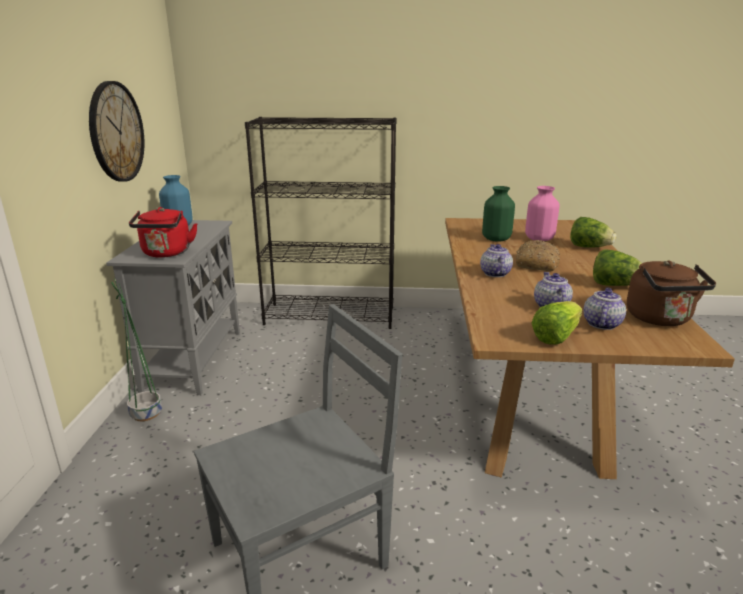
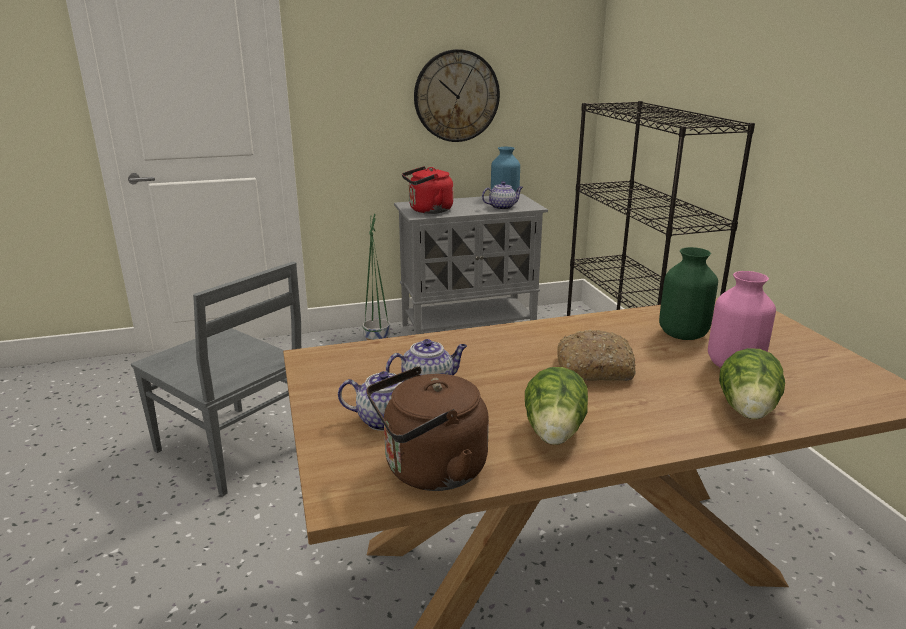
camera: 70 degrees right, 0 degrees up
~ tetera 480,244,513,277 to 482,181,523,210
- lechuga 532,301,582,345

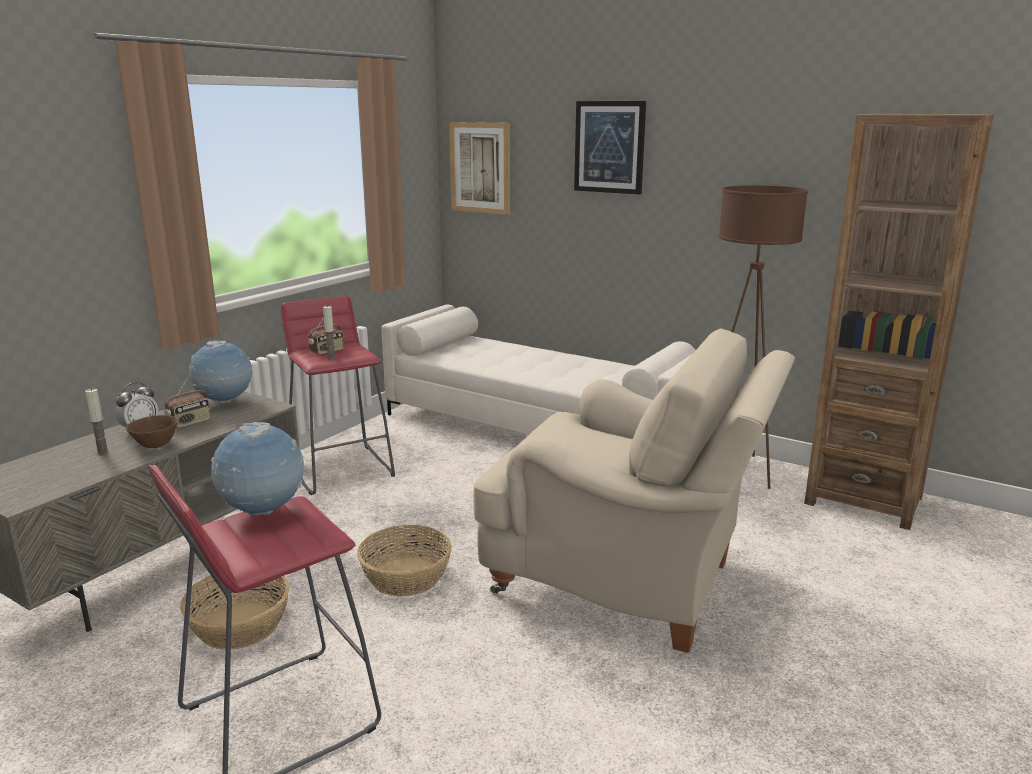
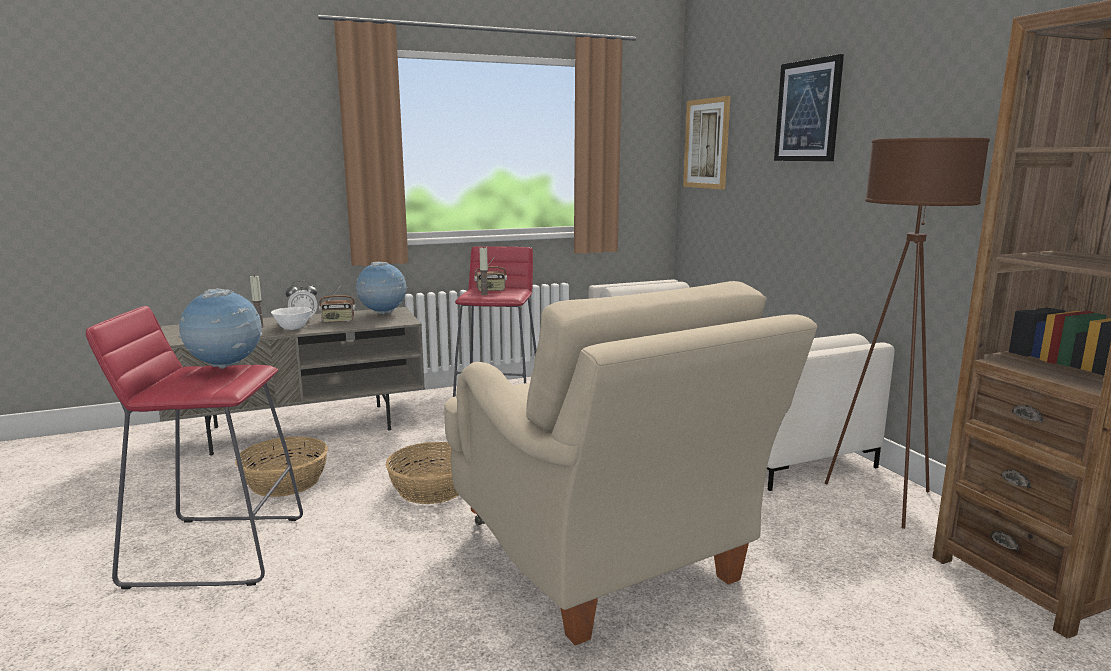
camera: 35 degrees right, 5 degrees down
~ cuenco/marrón 126,415,178,448 to cuenco/blanco 271,307,312,330

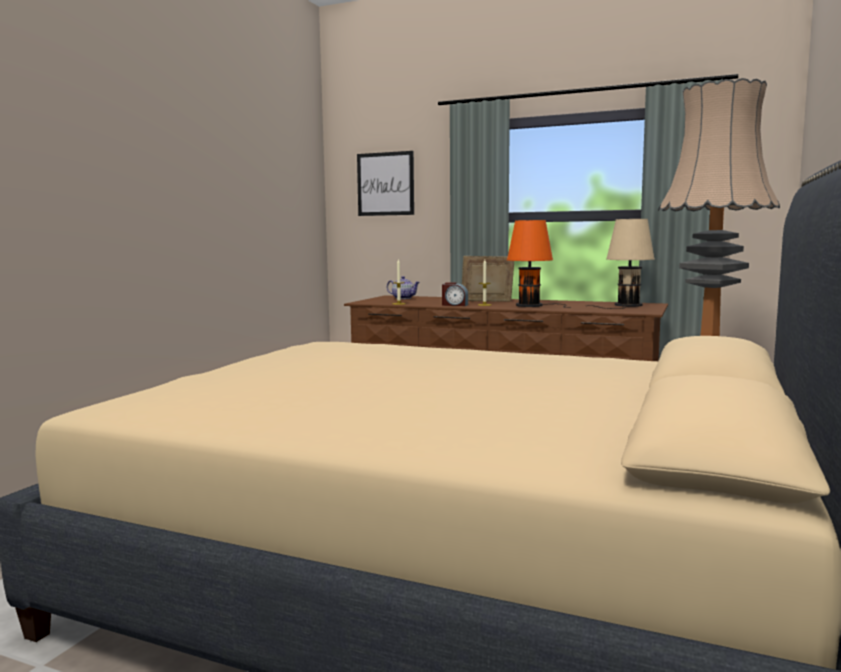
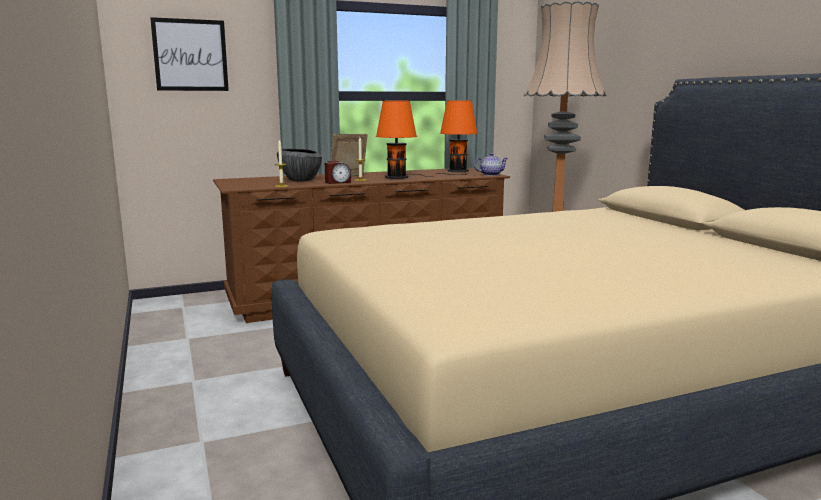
camera: 45 degrees left, 5 degrees up
~ lámpara de mesa/beis 587,219,655,309 to lámpara de mesa/naranja 436,100,478,175
~ tetera 387,276,420,299 to 474,153,508,176
+ cuenco 277,149,322,181

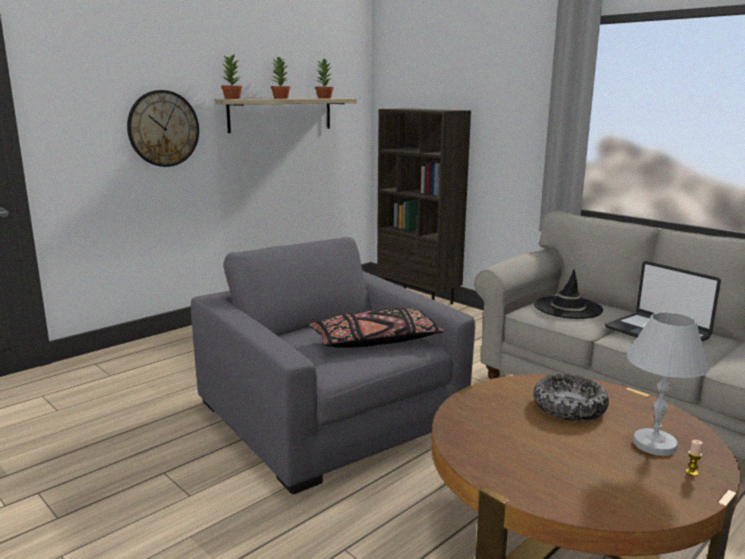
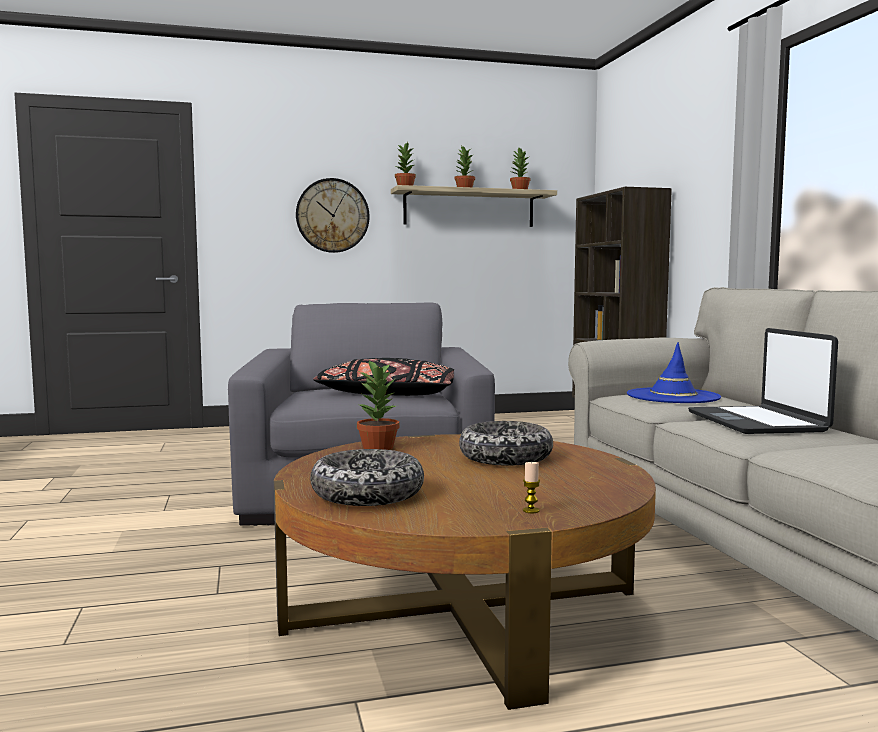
camera: 30 degrees right, 10 degrees down
~ sombrero/negro 534,269,603,319 to sombrero/azul 627,342,721,403
- lámpara de mesa/blanco 627,312,709,456
+ planta en maceta 357,360,399,450
+ cuenco 310,449,424,506

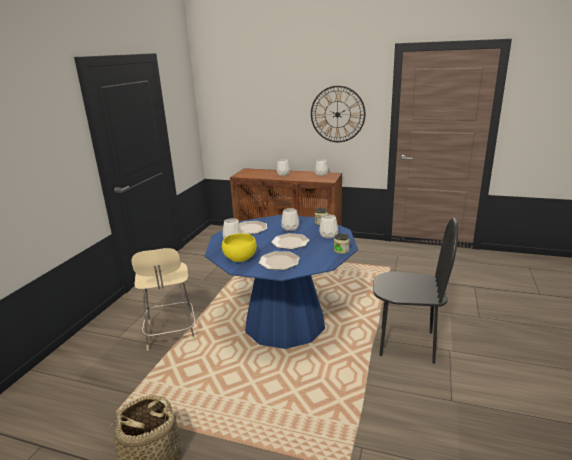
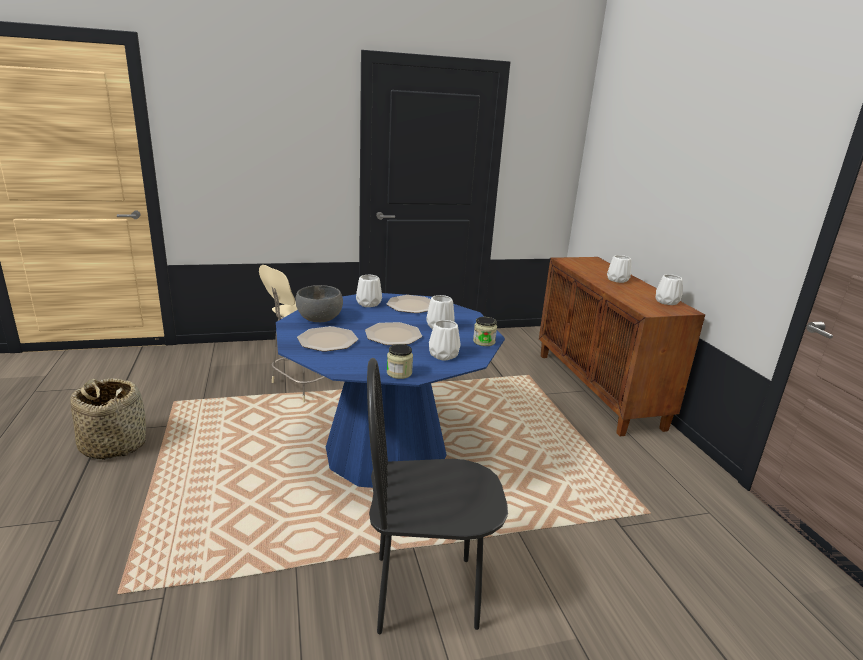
camera: 55 degrees right, 0 degrees up
- reloj de pared 311,86,366,142
~ silla/negro 373,217,458,364 = 367,358,508,634 105 degrees clockwise
~ cuenco/amarillo 222,233,257,262 to cuenco/gris 295,285,343,322

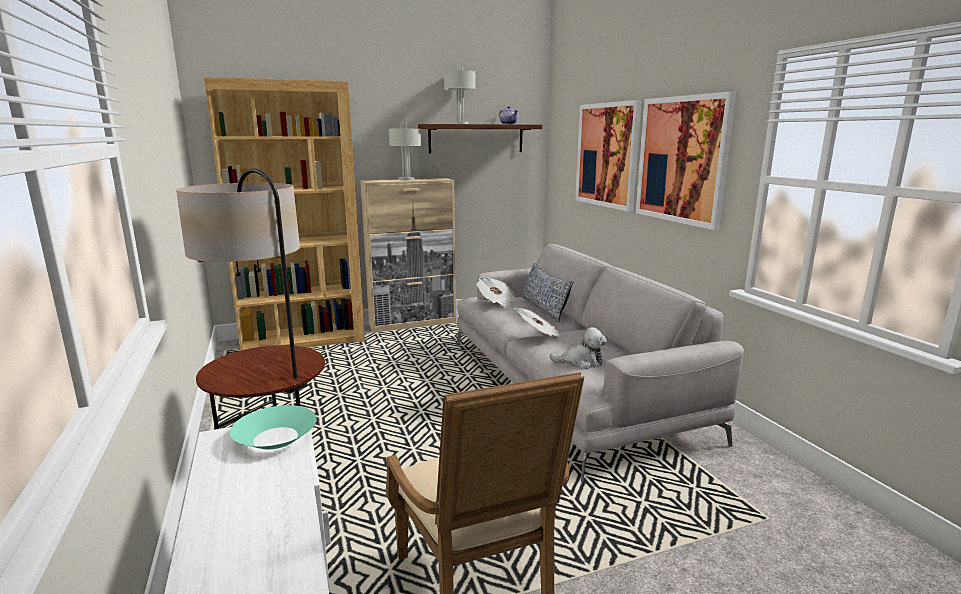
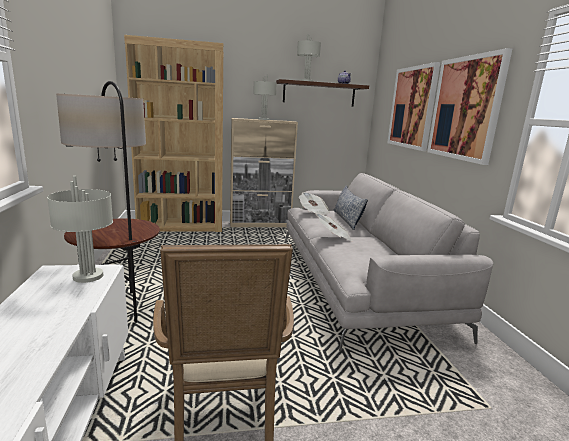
camera: 10 degrees right, 0 degrees up
- peluche 550,327,607,369
~ cuenco/turquesa 230,405,316,450 to lámpara de mesa/gris 47,176,113,283

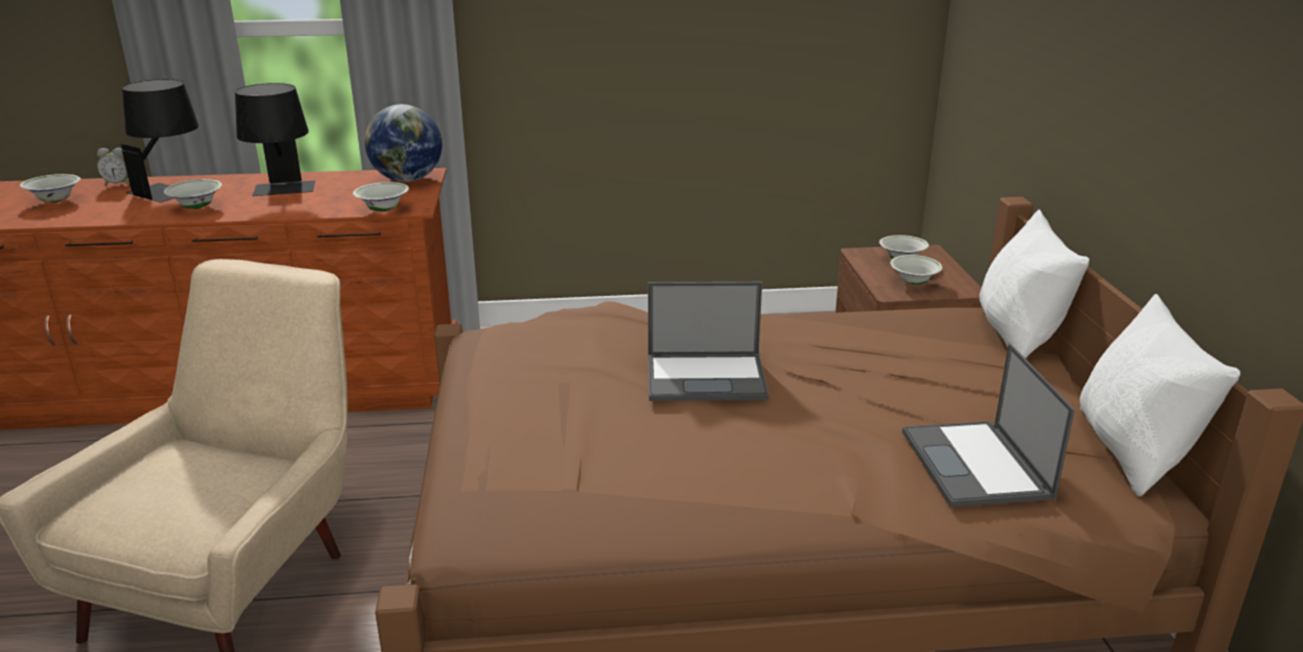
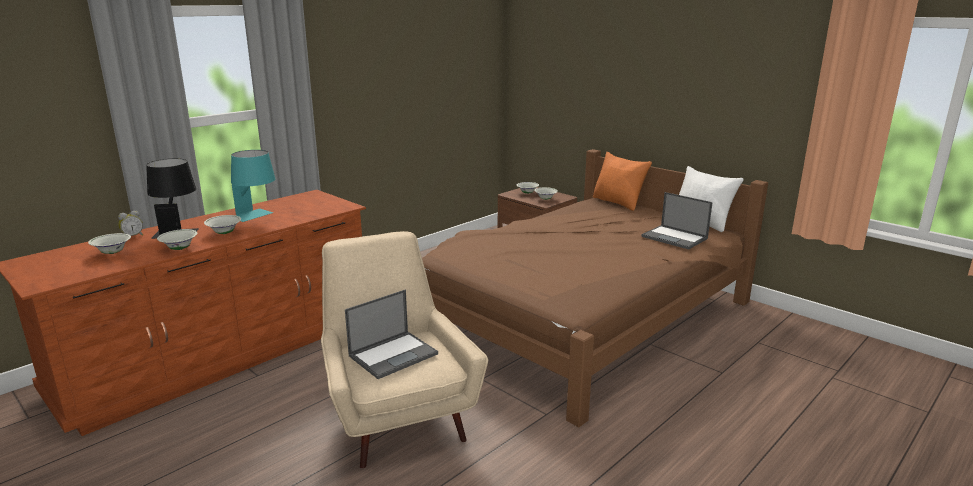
camera: 40 degrees left, 5 degrees down
~ lámpara de mesa/negro 235,83,315,196 to lámpara de mesa/turquesa 231,150,275,222
- globo terráqueo 365,104,442,182
~ cuenco/blanco 353,182,409,212 to 157,229,197,250
~ cojín/blanco 979,210,1089,358 to cojín/naranja 593,152,652,211
~ portátil 648,282,769,401 to 345,290,438,379

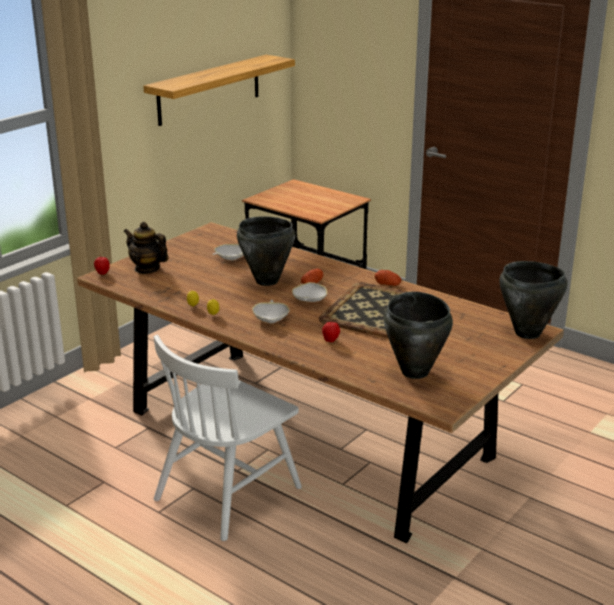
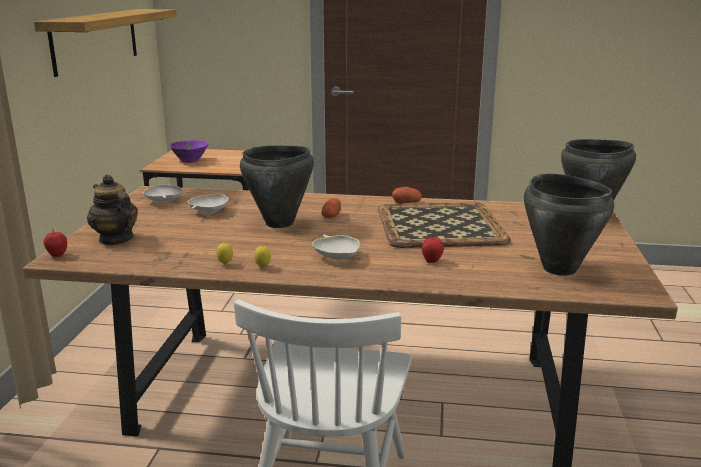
camera: 30 degrees left, 5 degrees down
~ tetera 124,222,169,274 = 87,174,138,245 45 degrees clockwise
~ cuenco/blanco 292,282,327,302 to 143,184,183,203
+ cuenco/morado 170,140,208,163

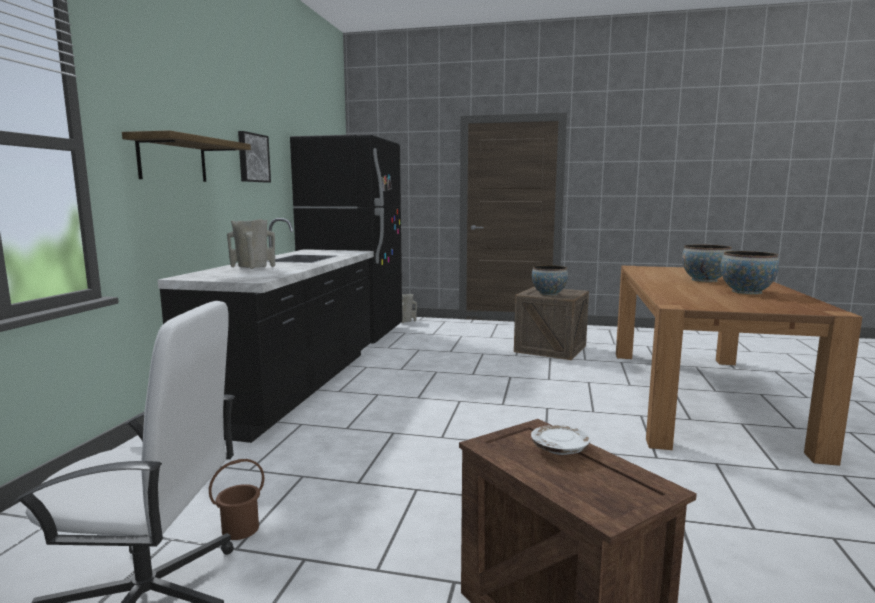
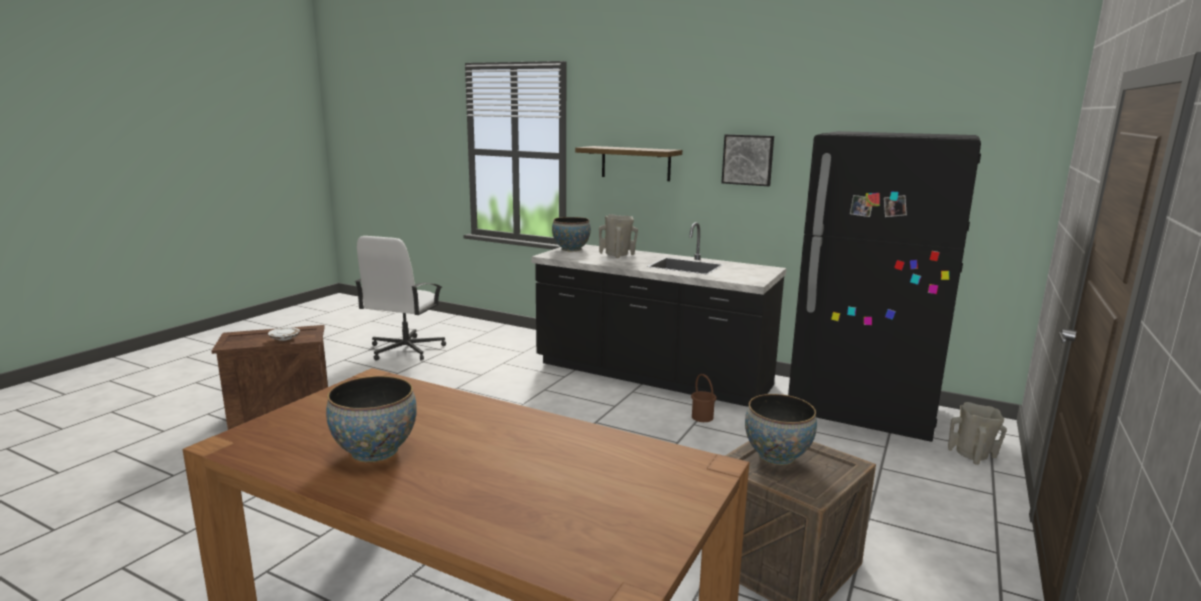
camera: 105 degrees right, 5 degrees up
~ cuenco 682,245,732,282 to 552,217,591,251
~ cubo/marrón 209,459,264,540 to 691,374,717,422

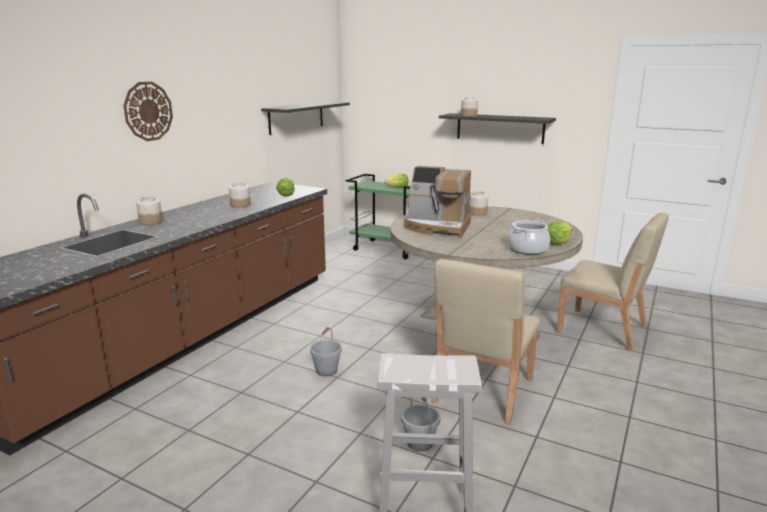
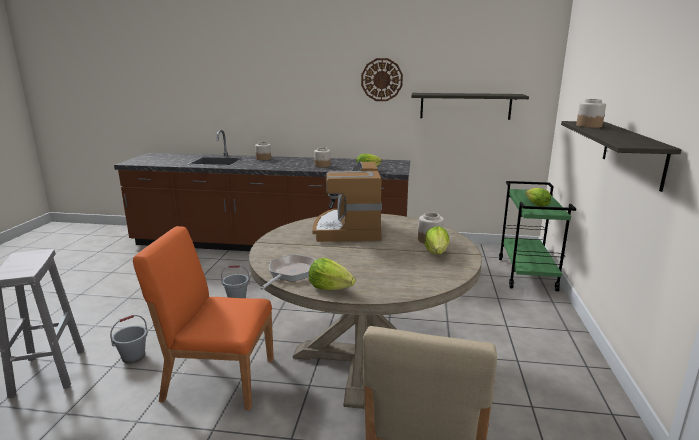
camera: 70 degrees right, 0 degrees up
~ reloj de pared 123,82,173,141 to 361,58,403,101
~ olla 507,220,550,255 to sartén 260,254,316,290
~ silla/beis 431,259,540,425 to silla/naranja 133,226,274,410
+ lechuga 424,226,449,255

